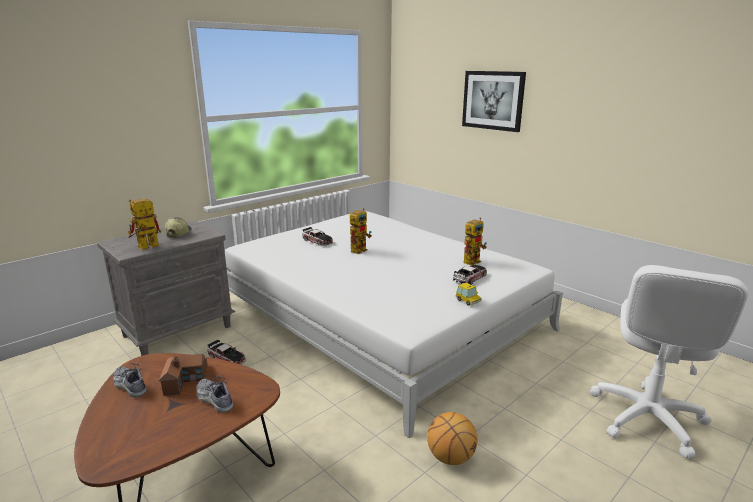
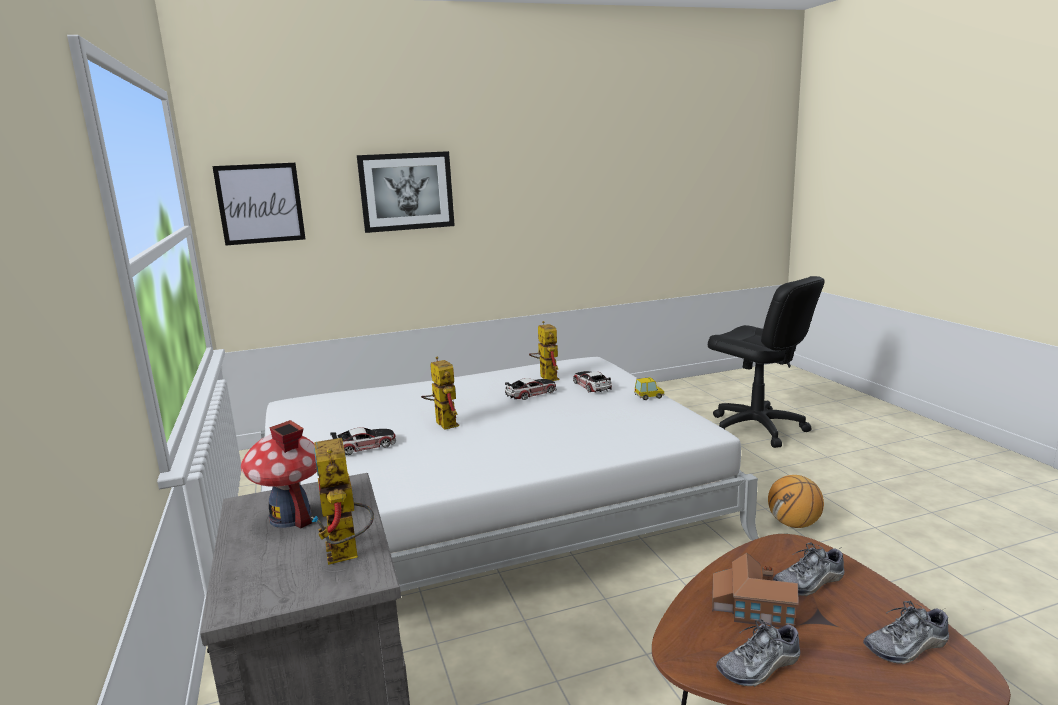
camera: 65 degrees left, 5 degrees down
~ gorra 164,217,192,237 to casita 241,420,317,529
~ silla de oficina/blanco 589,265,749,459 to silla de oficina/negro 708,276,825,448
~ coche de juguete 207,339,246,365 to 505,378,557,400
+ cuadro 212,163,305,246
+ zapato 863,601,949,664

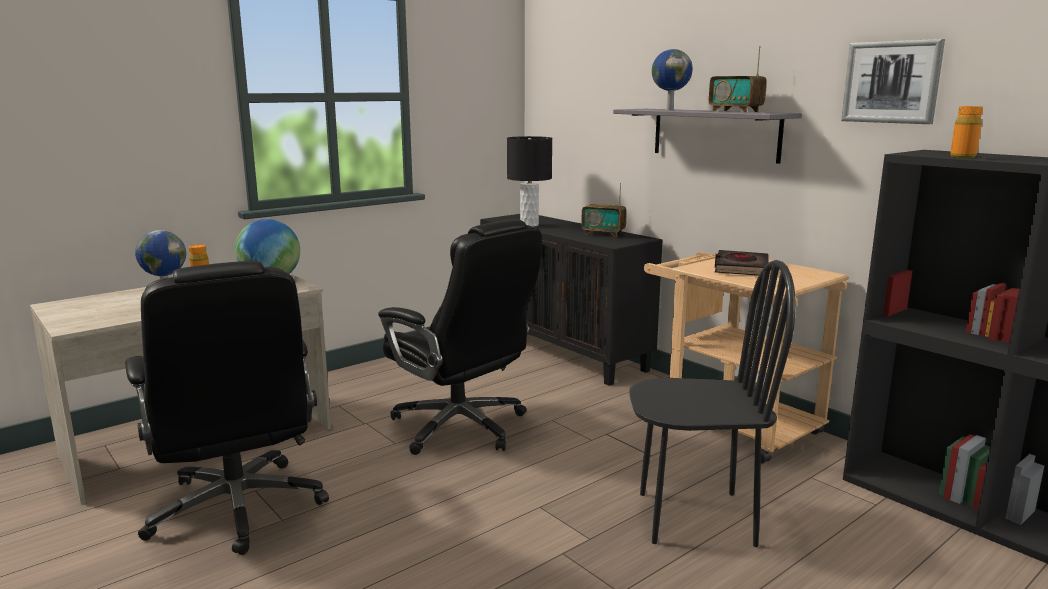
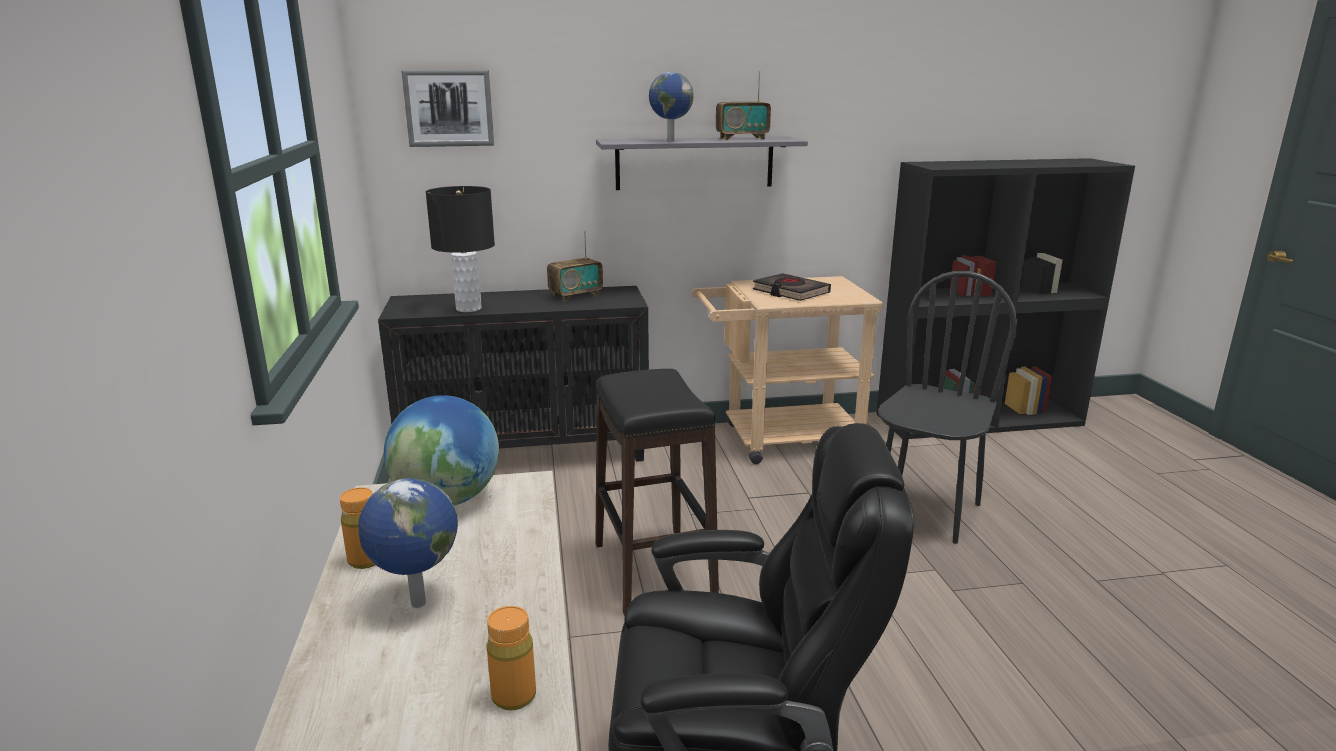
camera: 60 degrees left, 5 degrees up
~ cuadro 841,39,945,124 to 401,70,494,147
~ botella/naranja 950,106,983,158 to 487,606,536,710
~ silla de oficina/negro 378,219,542,455 to taburete/negro 595,369,719,616

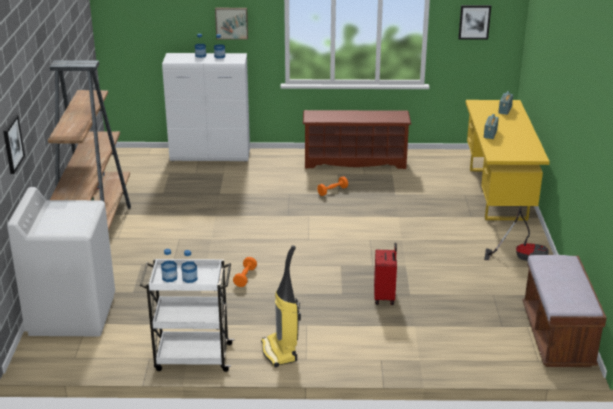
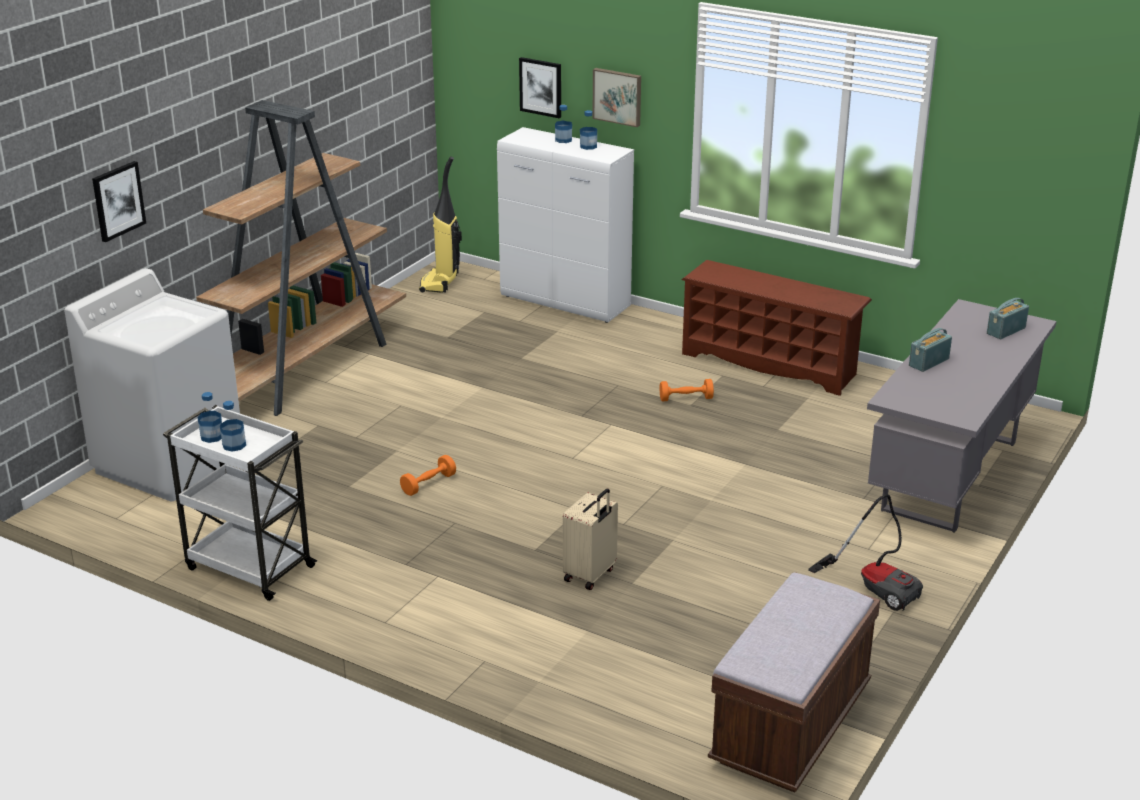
camera: 30 degrees right, 0 degrees up
~ cuadro 458,5,491,40 to 519,57,561,118
~ escritorio/amarillo 466,100,550,221 to escritorio/gris 867,299,1056,533
~ maleta/rojo 374,243,397,305 to maleta/beis 563,488,618,590
~ aspiradora 261,245,301,367 to 419,156,462,293

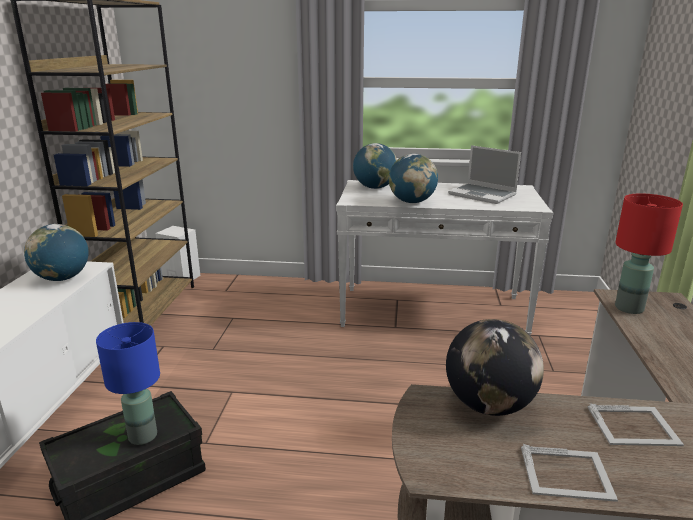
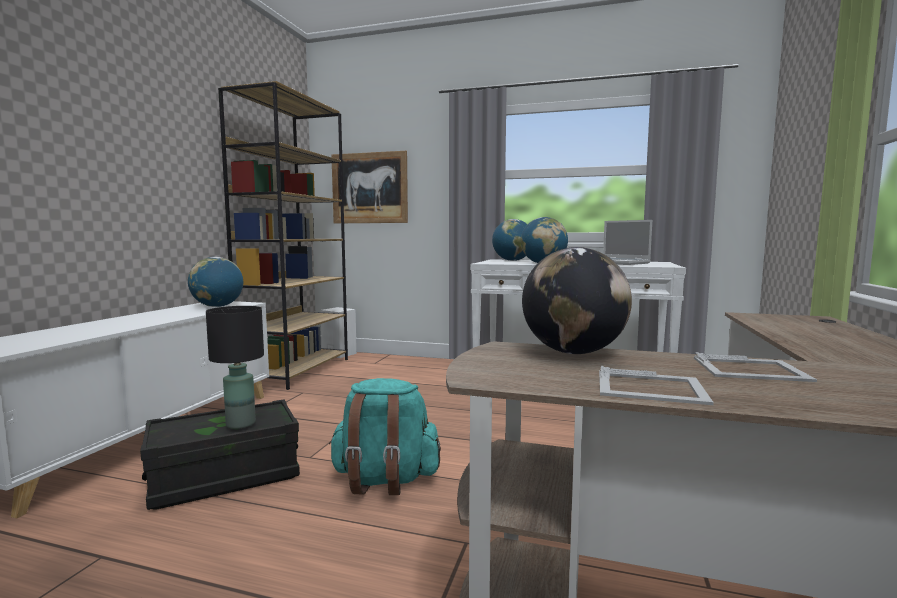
camera: 10 degrees right, 15 degrees down
- lámpara de mesa/rojo 615,193,683,314
~ lámpara de mesa/azul 96,322,160,445 to lámpara de mesa/negro 206,306,264,429
+ cuadro 331,151,408,223
+ mochila/turquesa 329,378,441,495

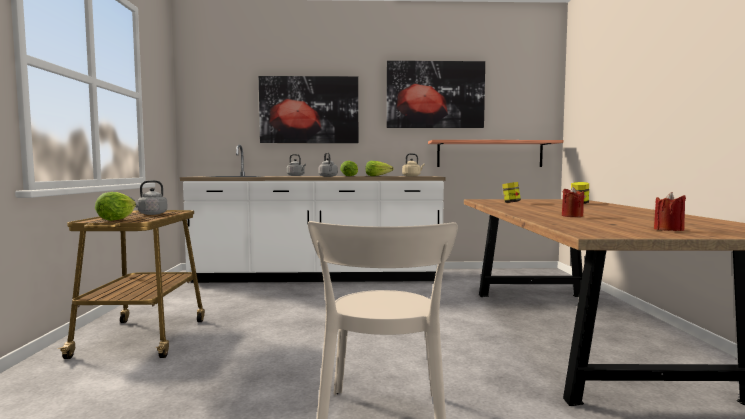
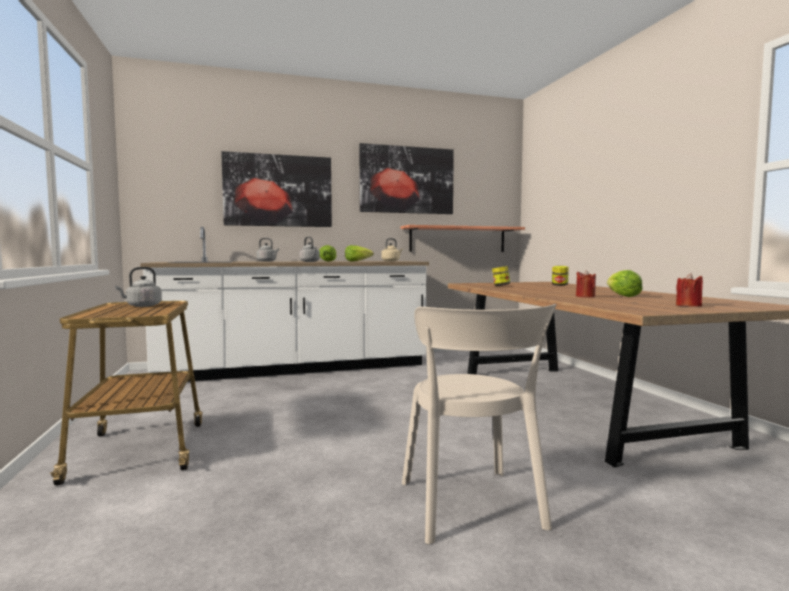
camera: 15 degrees left, 0 degrees up
~ lechuga 95,192,136,221 to 607,270,643,297

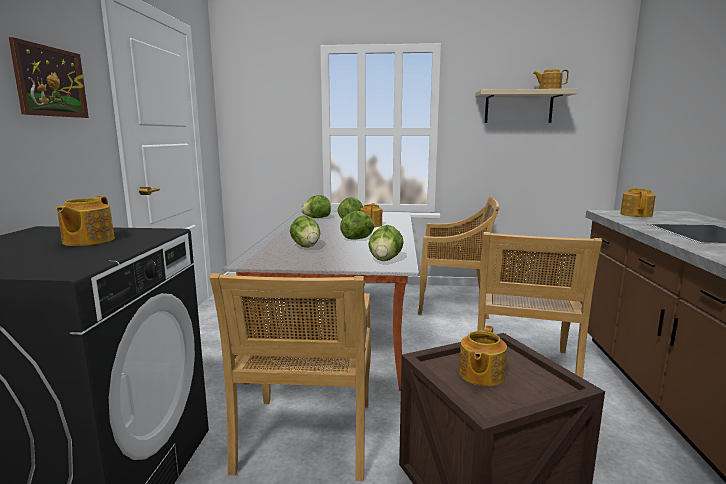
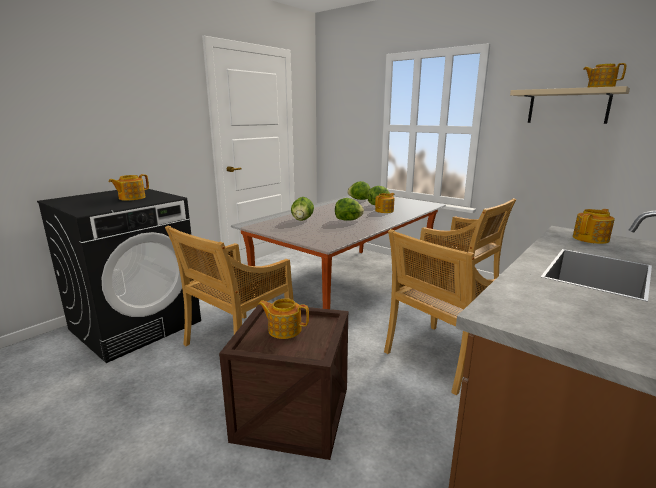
camera: 35 degrees right, 5 degrees up
- cuadro 9,37,89,118
- lechuga 368,225,404,261
~ tetera 459,325,507,386 = 258,298,309,339 45 degrees clockwise

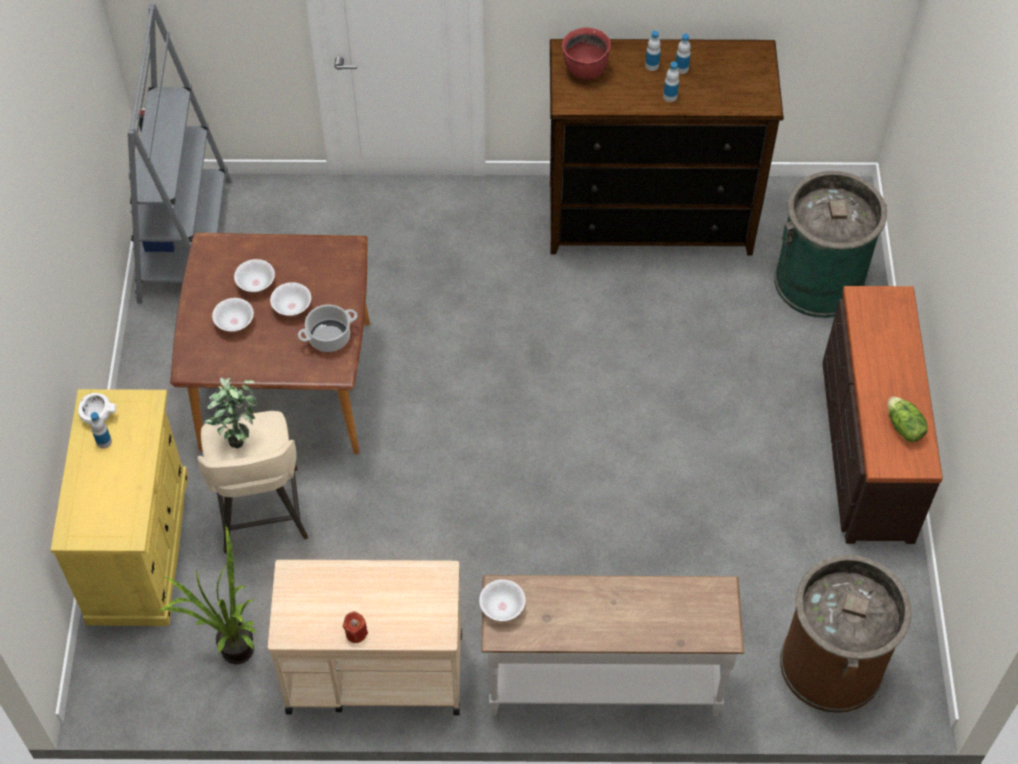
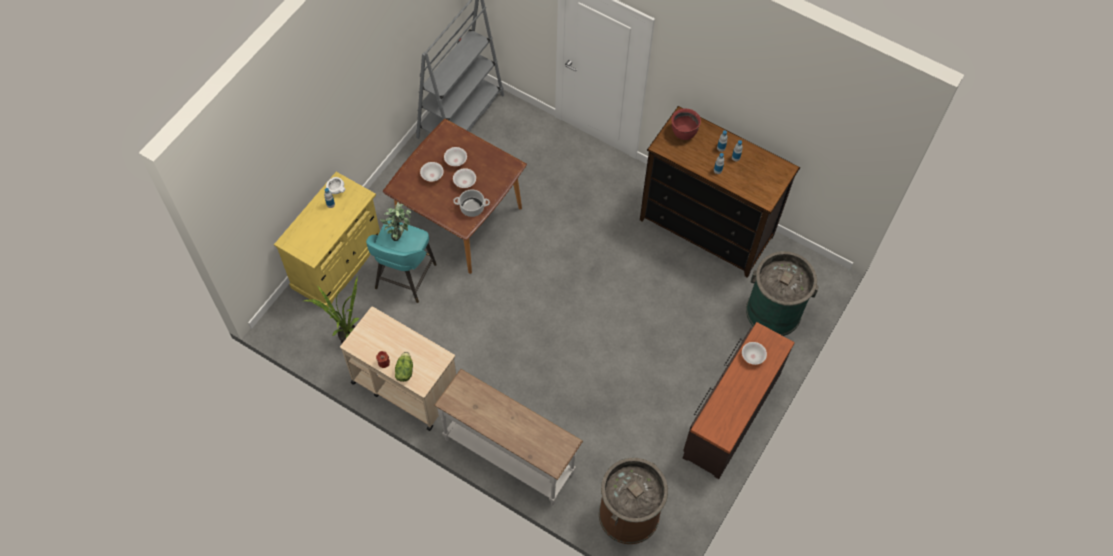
camera: 30 degrees right, 5 degrees up
~ lechuga 888,396,928,442 to 395,352,413,382
~ taburete/beis 197,411,308,553 to taburete/turquesa 366,220,437,303
~ cuenco/blanco 479,579,525,621 to 742,342,767,365

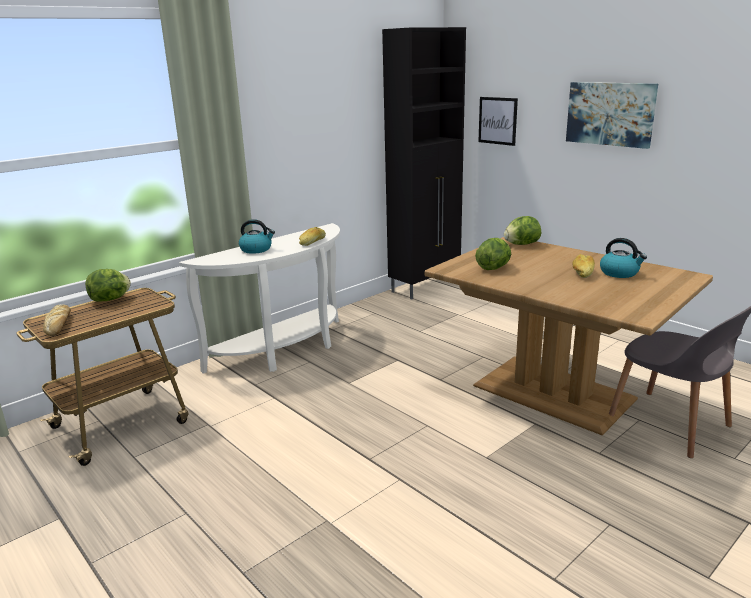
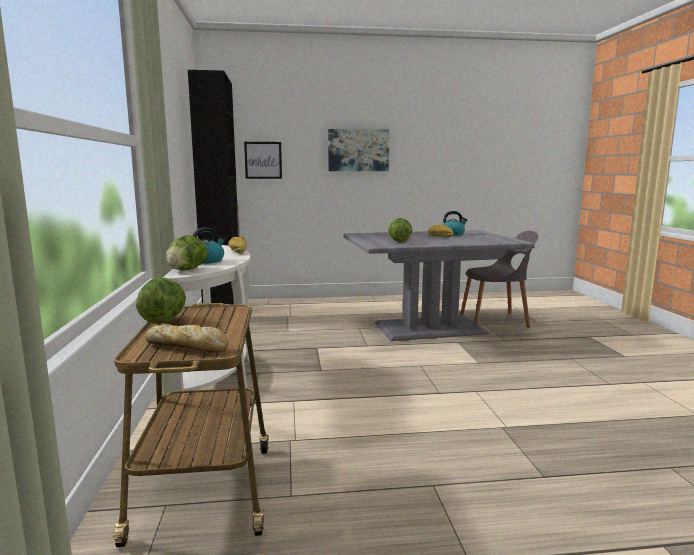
camera: 55 degrees left, 10 degrees down
~ lechuga 504,216,541,245 to 166,235,208,271
~ mesa de comedor/marrón 424,237,713,435 to mesa de comedor/gris 344,230,535,341

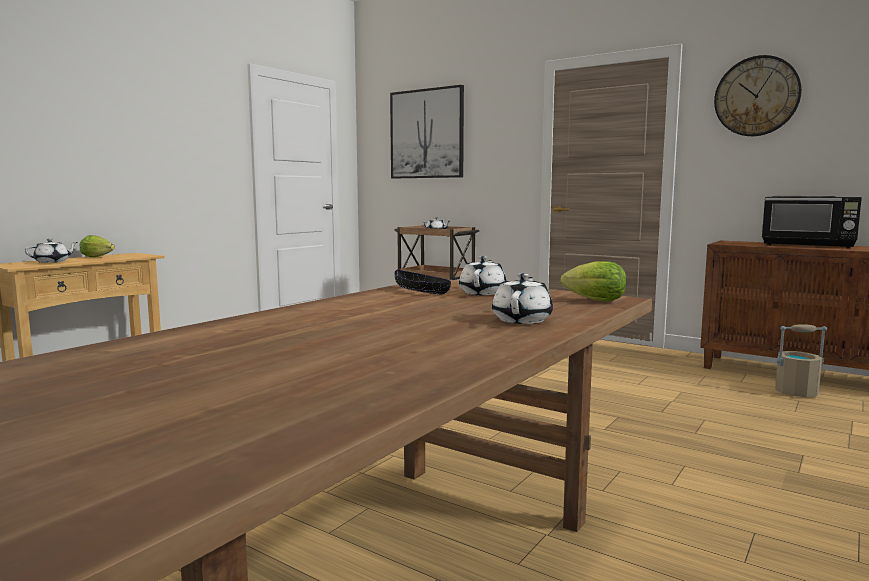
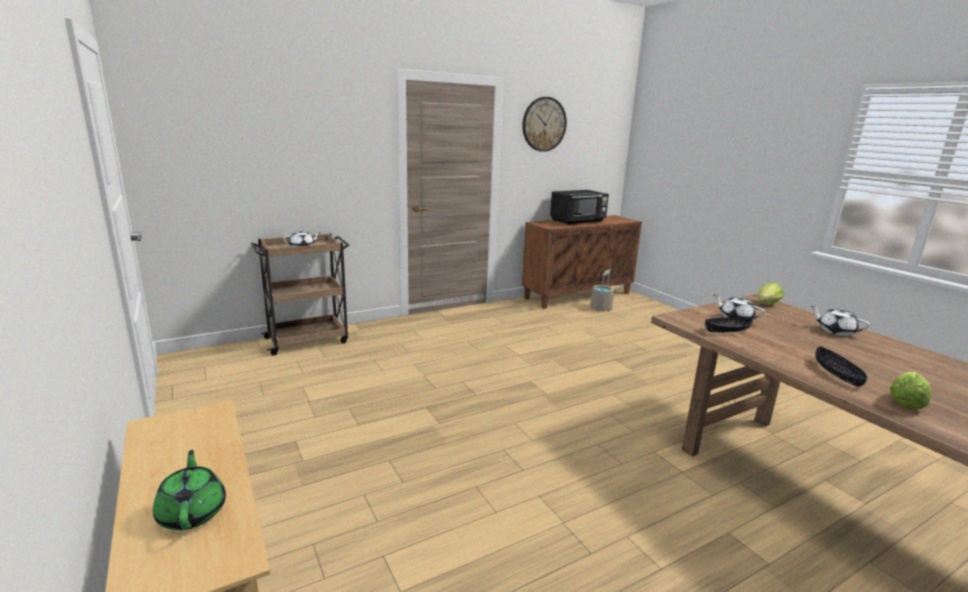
camera: 65 degrees left, 10 degrees up
- cuadro 390,85,464,178
~ lechuga 80,235,115,257 to 890,372,932,409
~ tetera/blanco 24,238,78,263 to tetera/verde 153,450,226,530
+ cuenco/negro 815,346,867,387

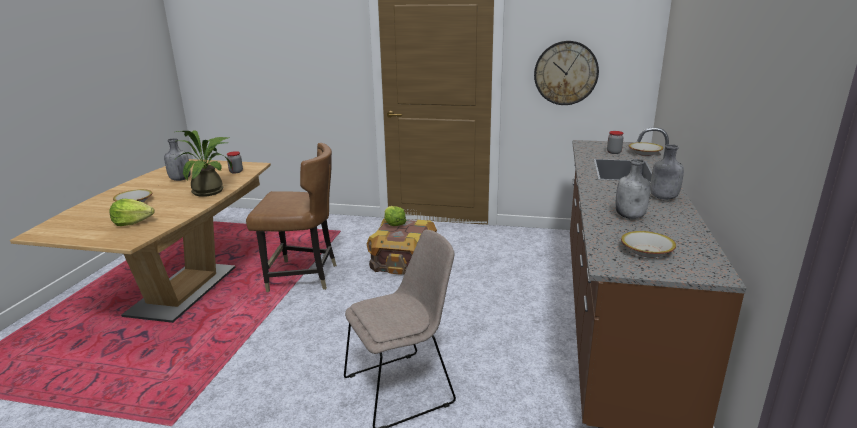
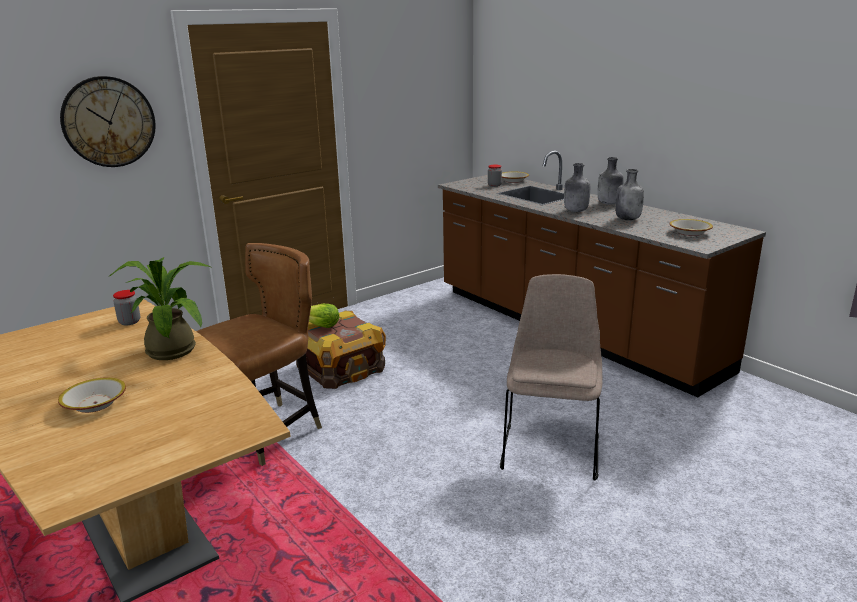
camera: 50 degrees left, 0 degrees up
~ reloj de pared 534,41,599,105 to 60,76,156,167
~ botella/gris 164,138,191,181 to 564,163,590,212
- lechuga 109,199,155,226

